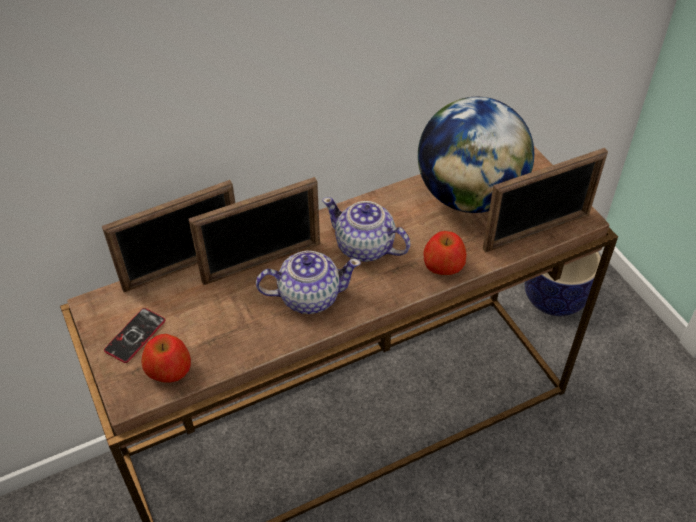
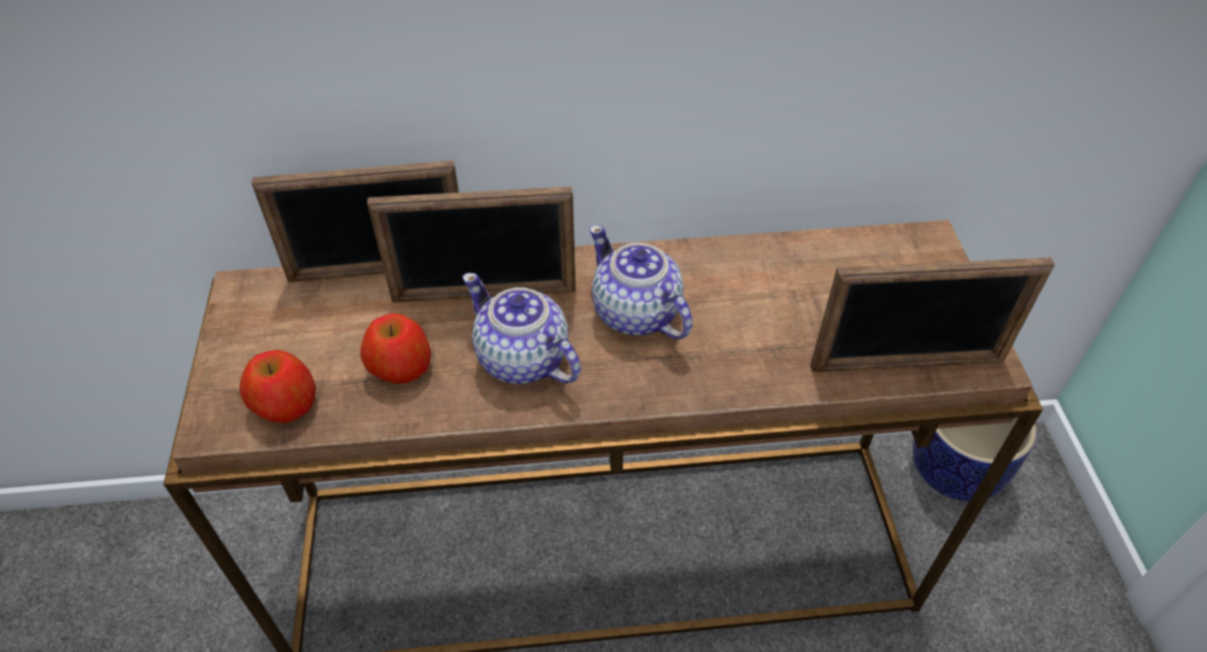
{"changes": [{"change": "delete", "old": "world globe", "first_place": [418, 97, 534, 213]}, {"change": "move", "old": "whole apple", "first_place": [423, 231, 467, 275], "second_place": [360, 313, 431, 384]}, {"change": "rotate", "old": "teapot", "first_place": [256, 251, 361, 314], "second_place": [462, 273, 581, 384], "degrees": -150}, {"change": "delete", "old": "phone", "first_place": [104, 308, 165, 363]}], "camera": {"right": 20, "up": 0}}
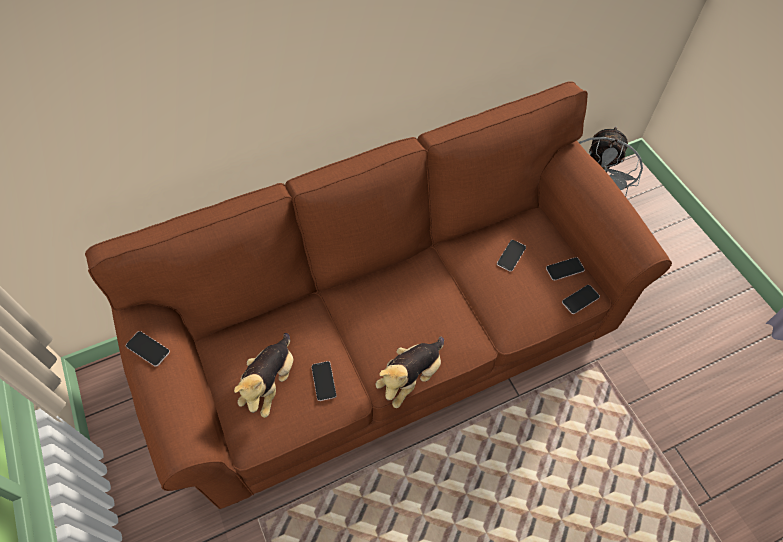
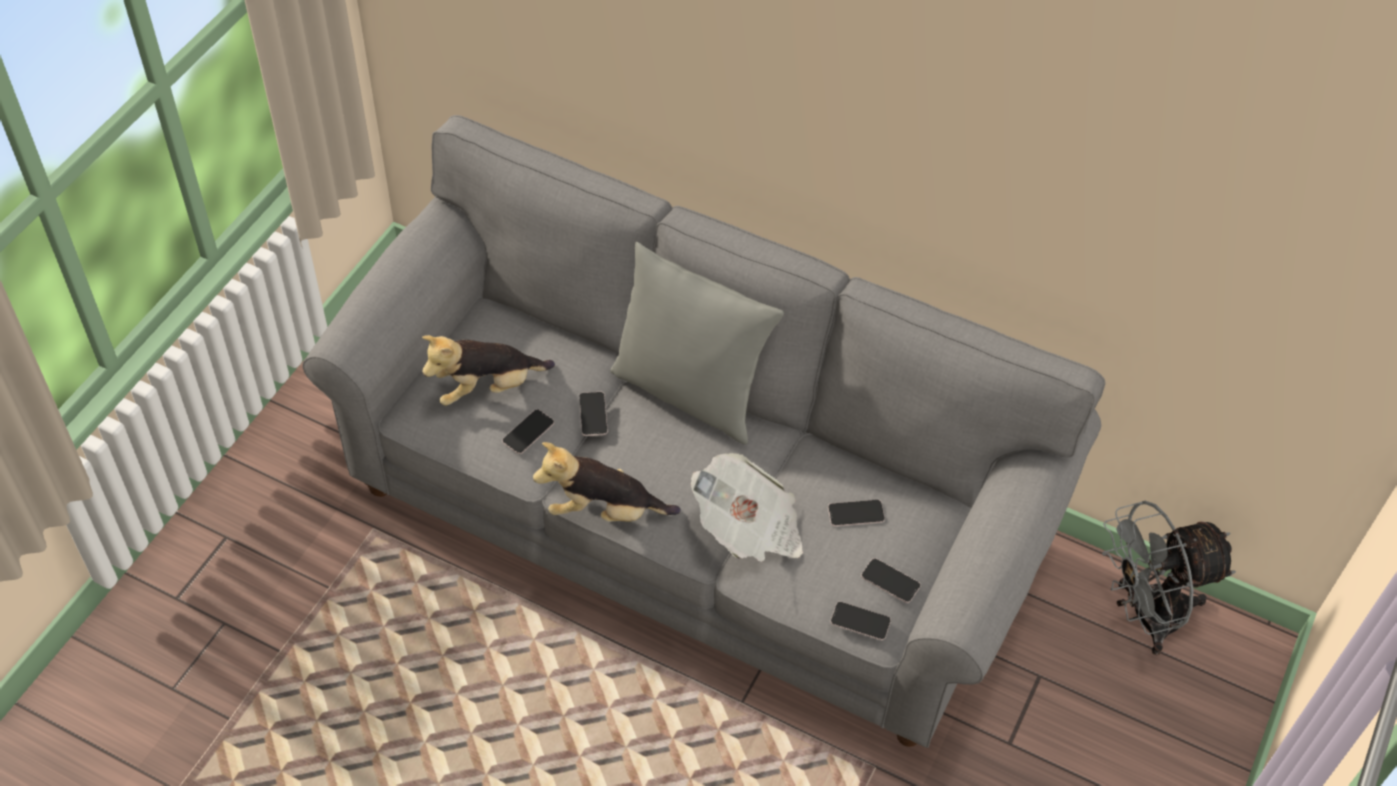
{"changes": [{"change": "recolor", "old": "brownish sofa", "new": "greyish sofa", "first_place": [85, 81, 672, 509], "second_place": [302, 115, 1105, 748]}, {"change": "move", "old": "phone", "first_place": [126, 331, 170, 367], "second_place": [579, 392, 608, 436]}, {"change": "insert", "new": "greyish pillow", "second_place": [610, 242, 784, 445]}, {"change": "insert", "new": "printed paper", "second_place": [691, 453, 803, 562]}], "camera": {"right": 50, "up": -5}}
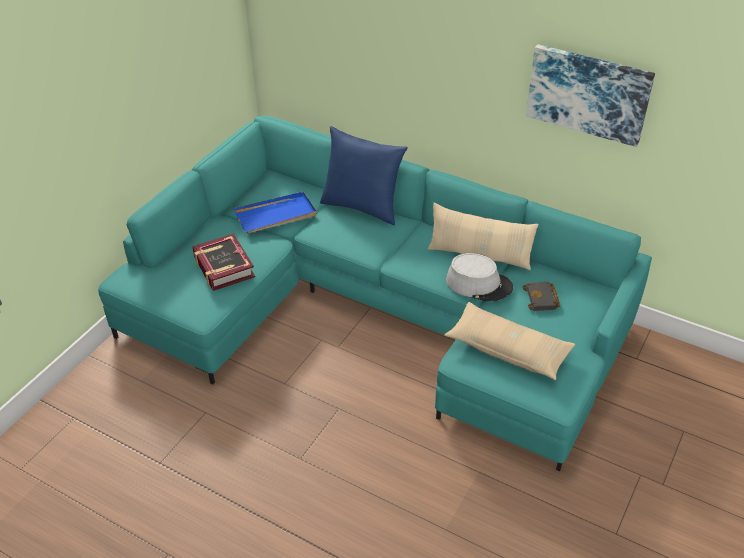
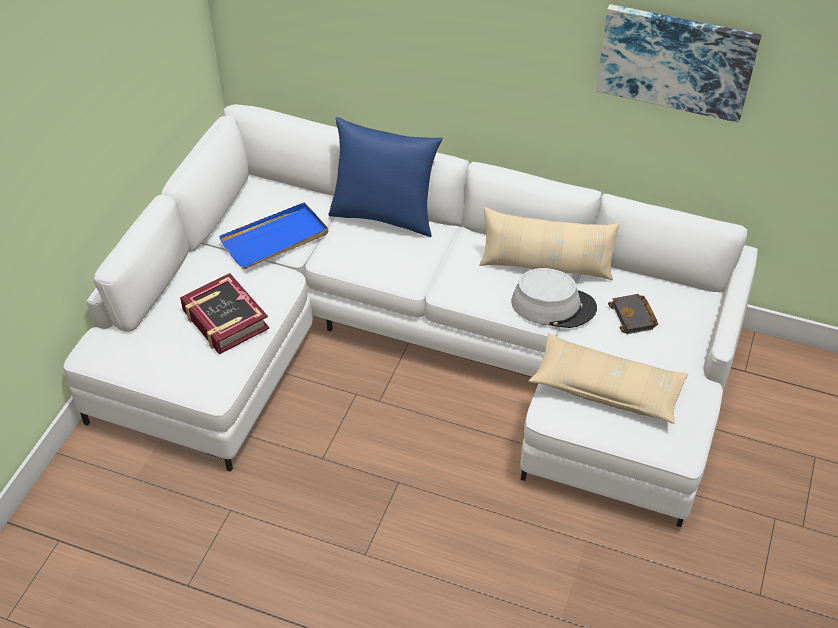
{"changes": [{"change": "recolor", "old": "turquoise sofa", "new": "white-coloured sofa", "first_place": [98, 116, 652, 471], "second_place": [64, 104, 758, 527]}], "camera": {"right": -10, "up": 5}}
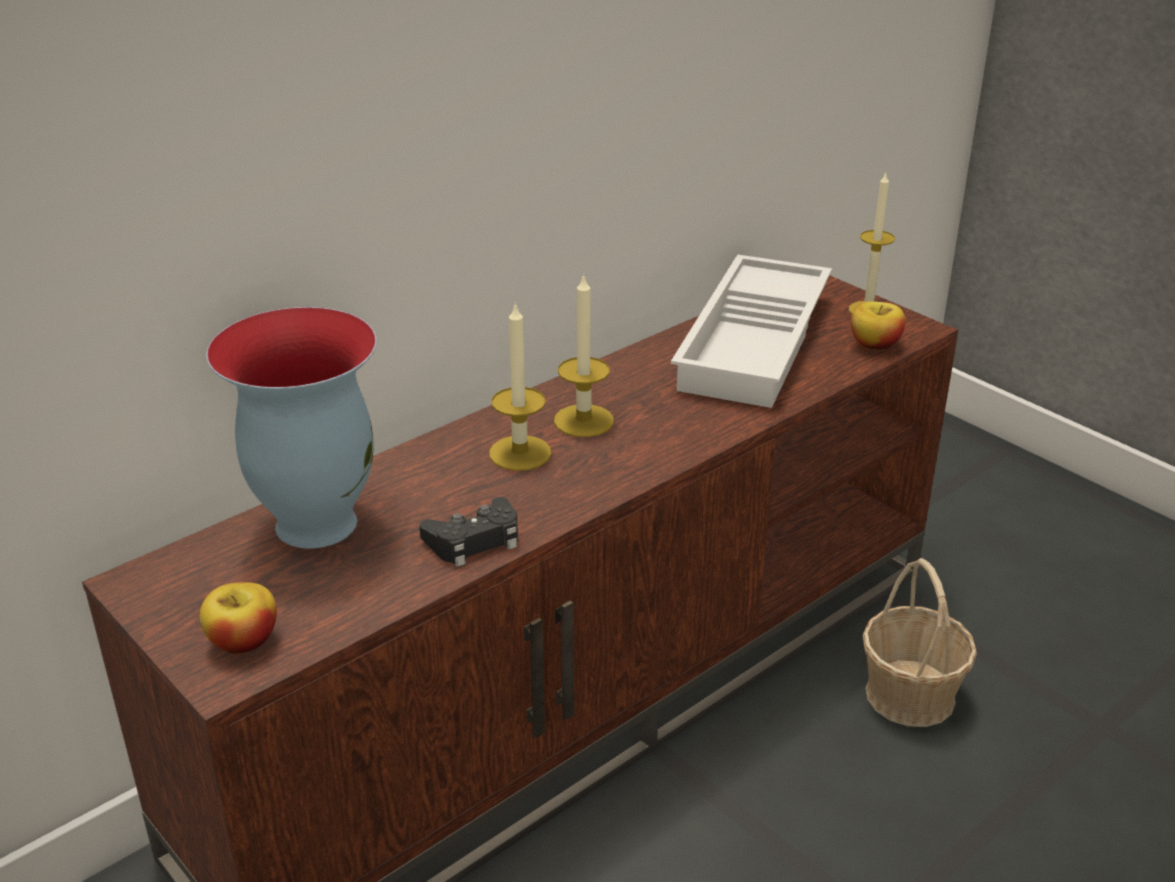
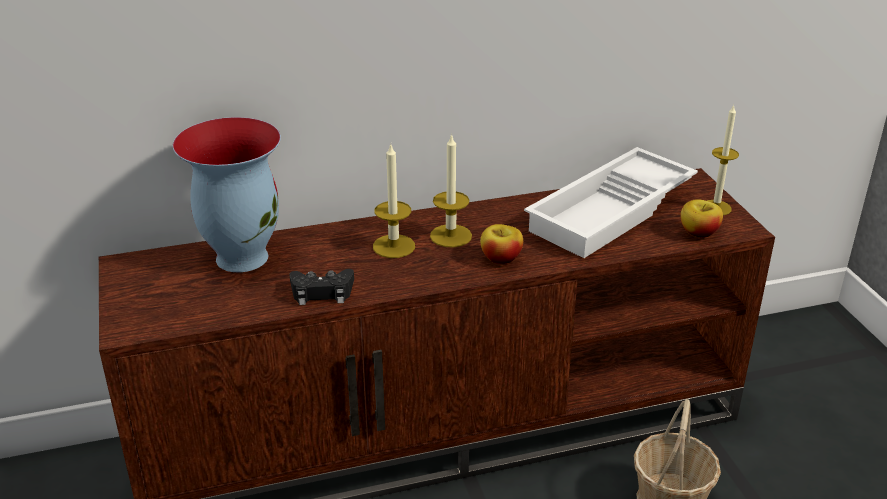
{"changes": [{"change": "move", "old": "whole apple", "first_place": [199, 582, 277, 654], "second_place": [480, 224, 523, 264]}], "camera": {"right": 25, "up": 0}}
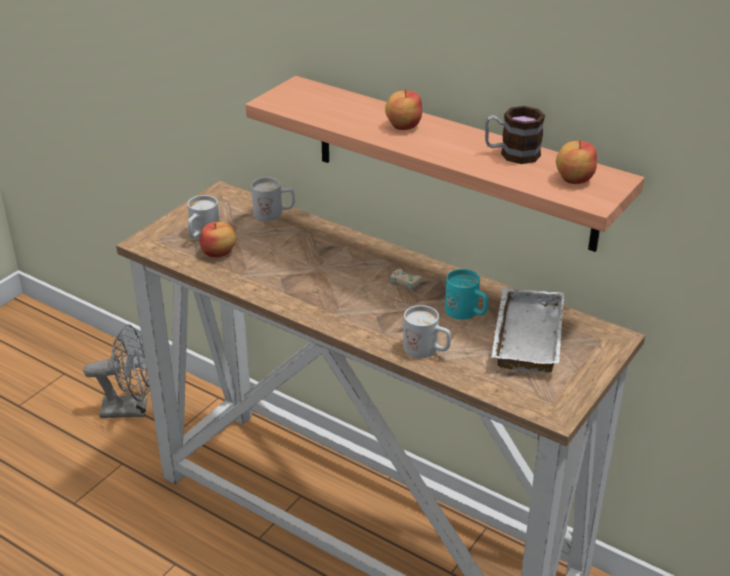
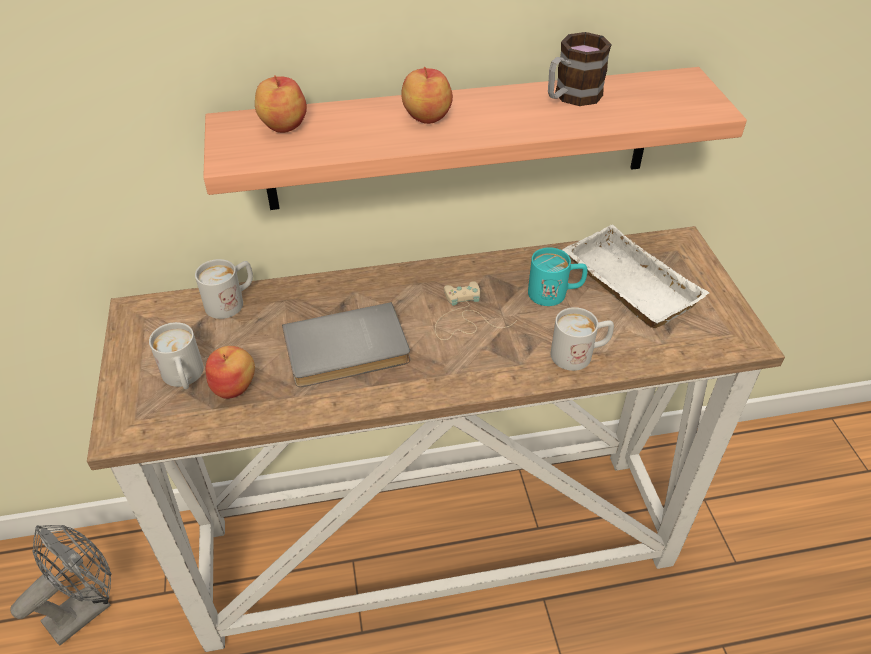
{"changes": [{"change": "move", "old": "whole apple", "first_place": [556, 139, 597, 184], "second_place": [255, 75, 307, 133]}, {"change": "insert", "new": "greyish volume", "second_place": [282, 302, 410, 387]}], "camera": {"right": -45, "up": 10}}
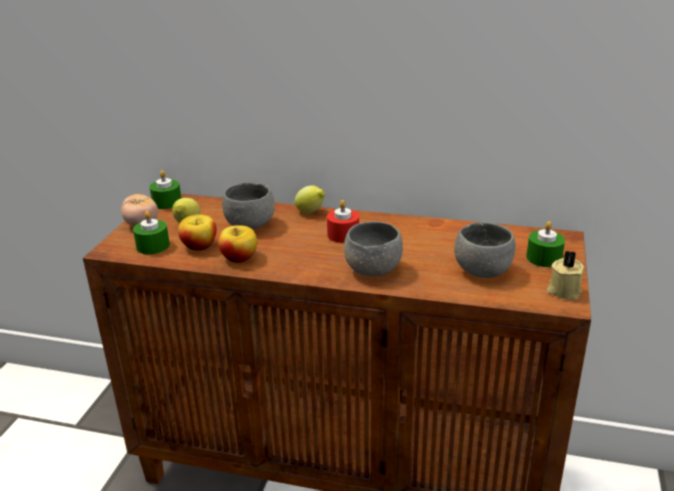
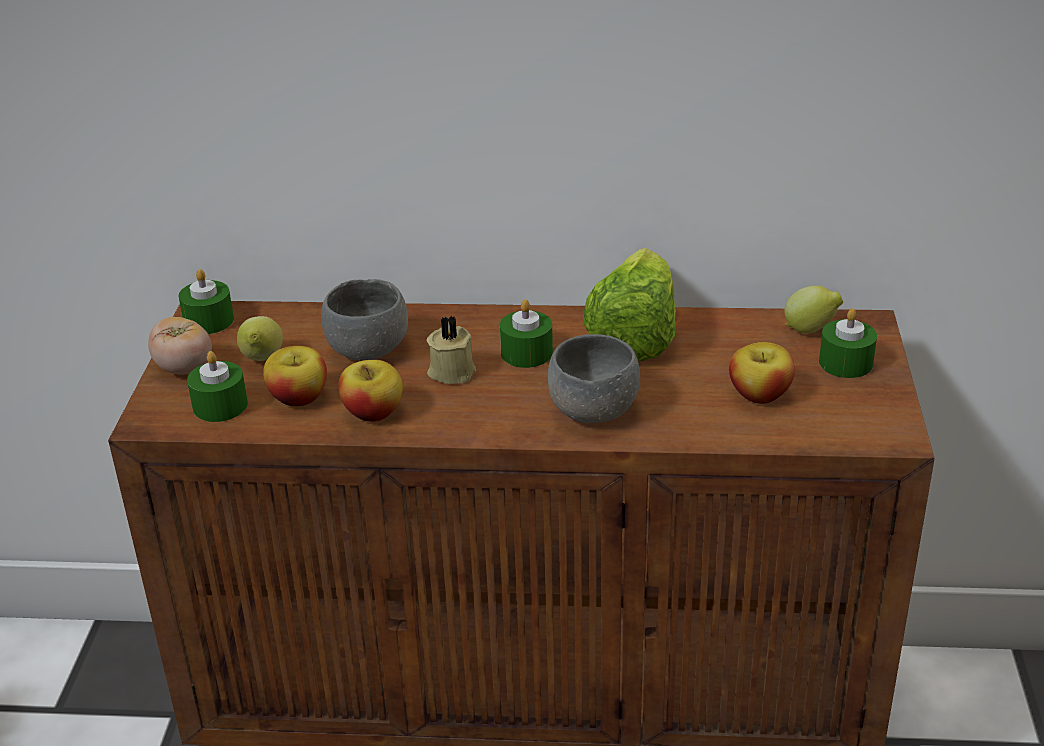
{"changes": [{"change": "move", "old": "lemon", "first_place": [295, 185, 325, 214], "second_place": [784, 286, 843, 333]}, {"change": "recolor", "old": "red-coloured wax light", "new": "greenish wax light", "first_place": [327, 200, 359, 243], "second_place": [500, 299, 553, 368]}, {"change": "replace", "old": "greyish deep dish", "new": "whole apple", "first_place": [454, 222, 516, 278], "second_place": [729, 342, 795, 404]}, {"change": "move", "old": "sand-coloured wax light", "first_place": [547, 250, 584, 299], "second_place": [427, 315, 476, 384]}, {"change": "insert", "new": "head of lettuce", "second_place": [583, 248, 676, 361]}], "camera": {"right": -10, "up": 5}}
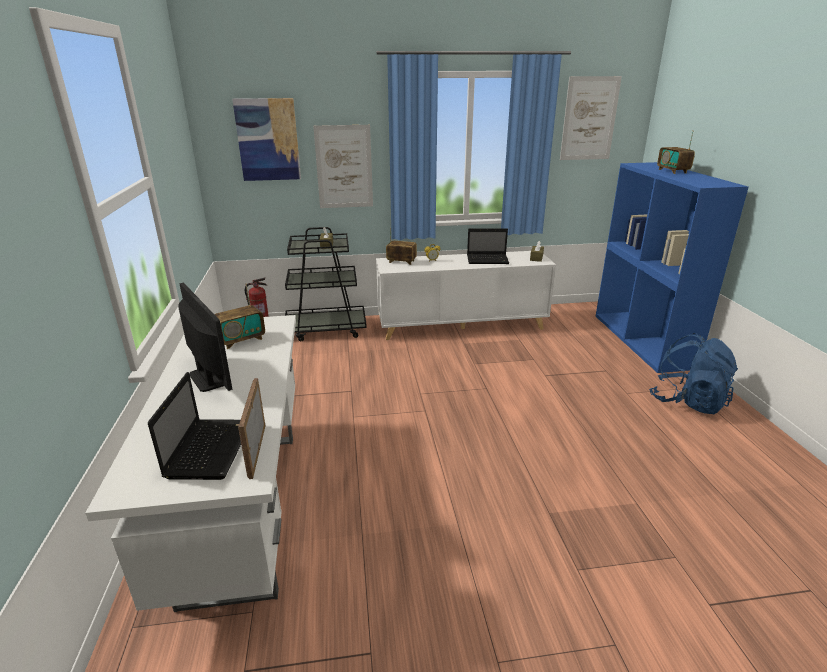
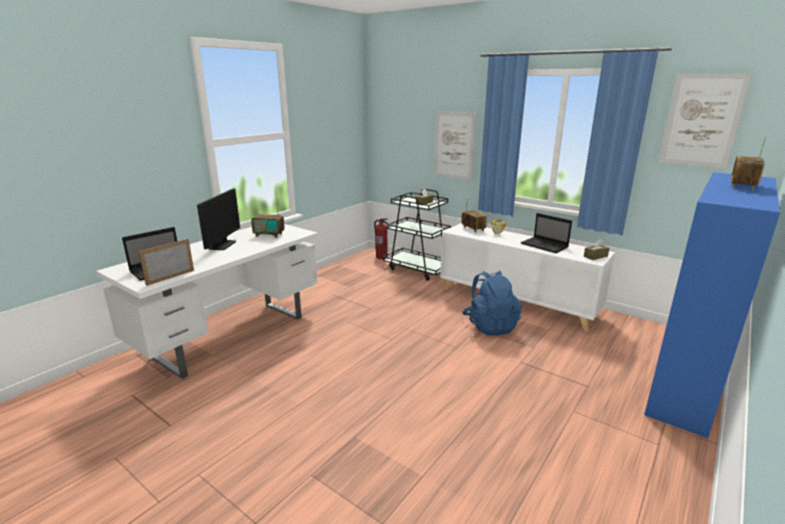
{"changes": [{"change": "delete", "old": "wall art", "first_place": [232, 98, 301, 181]}, {"change": "move", "old": "blue rucksack", "first_place": [649, 333, 738, 414], "second_place": [462, 271, 522, 335]}], "camera": {"right": 45, "up": -5}}
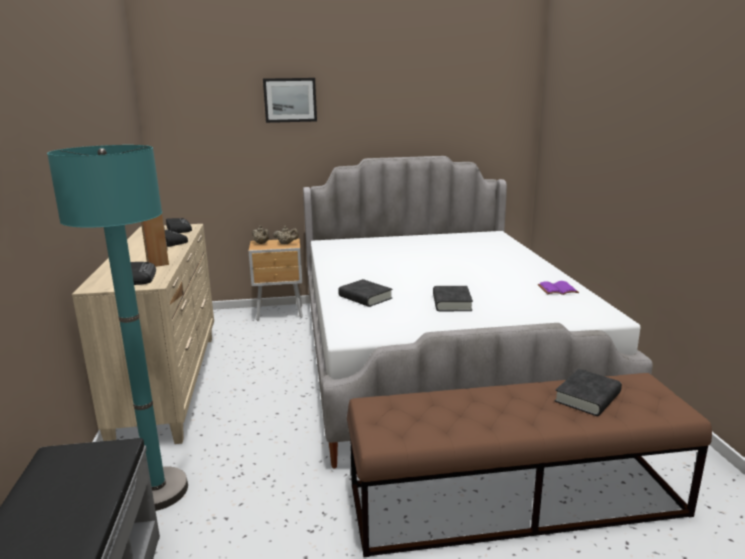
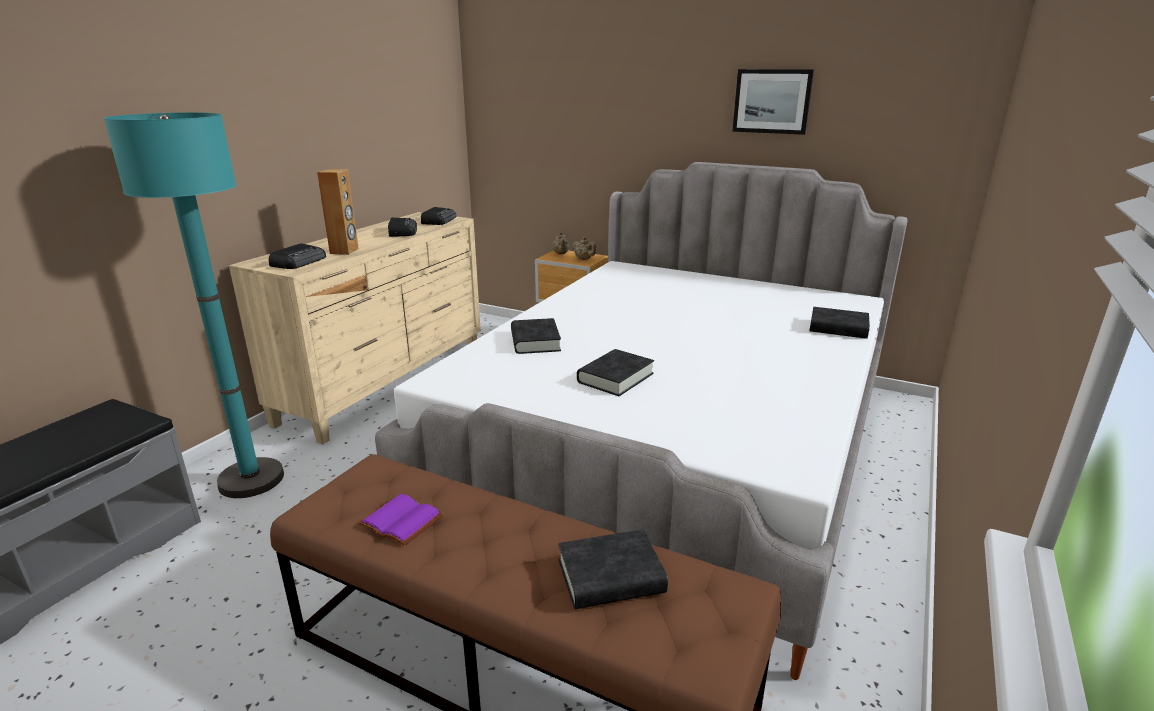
{"changes": [{"change": "move", "old": "wall art", "first_place": [263, 78, 317, 123], "second_place": [732, 69, 814, 135]}, {"change": "move", "old": "purple-coloured volume", "first_place": [538, 281, 579, 295], "second_place": [359, 494, 443, 546]}, {"change": "insert", "new": "black-coloured volume", "second_place": [810, 307, 870, 339]}], "camera": {"right": 35, "up": 5}}
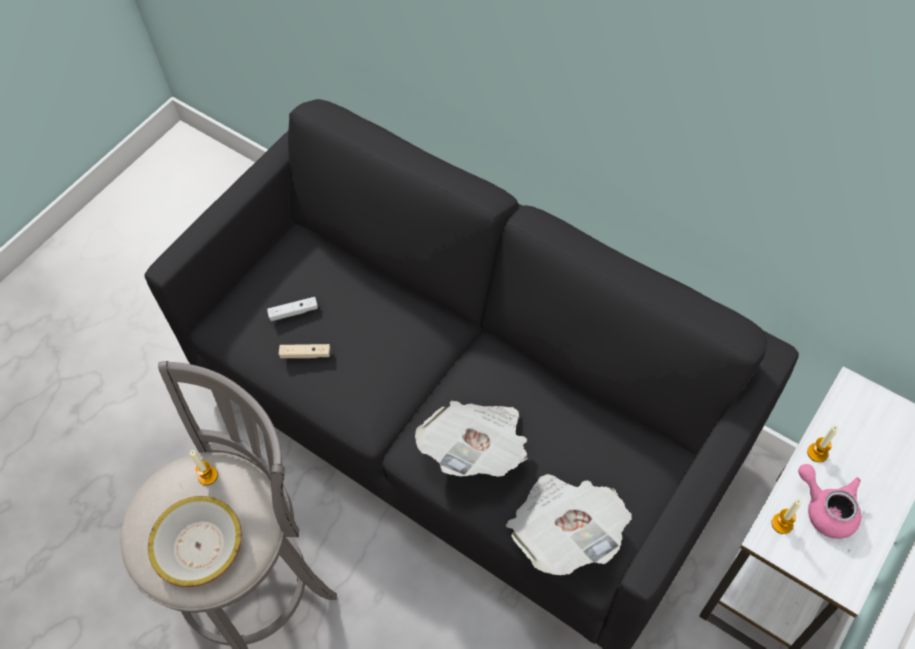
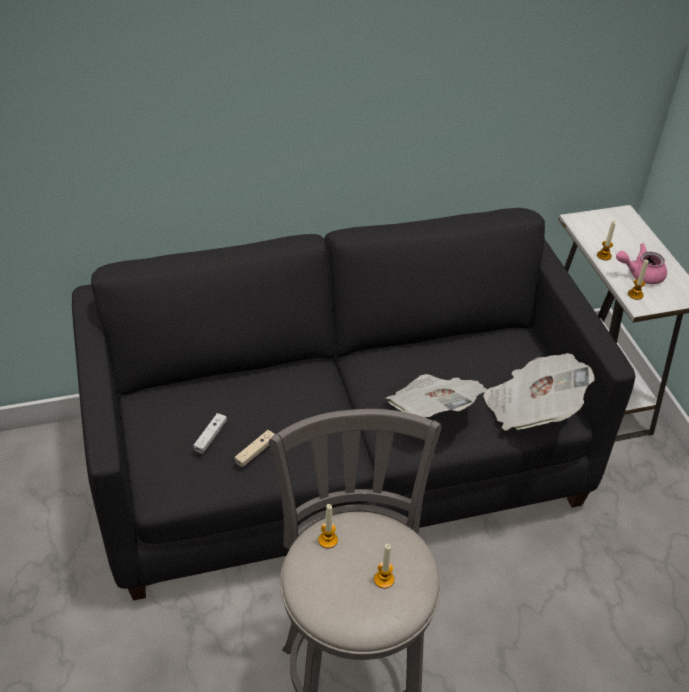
{"changes": [{"change": "replace", "old": "deep dish", "new": "wax light", "first_place": [148, 496, 242, 587], "second_place": [374, 544, 394, 589]}], "camera": {"right": -55, "up": -15}}
